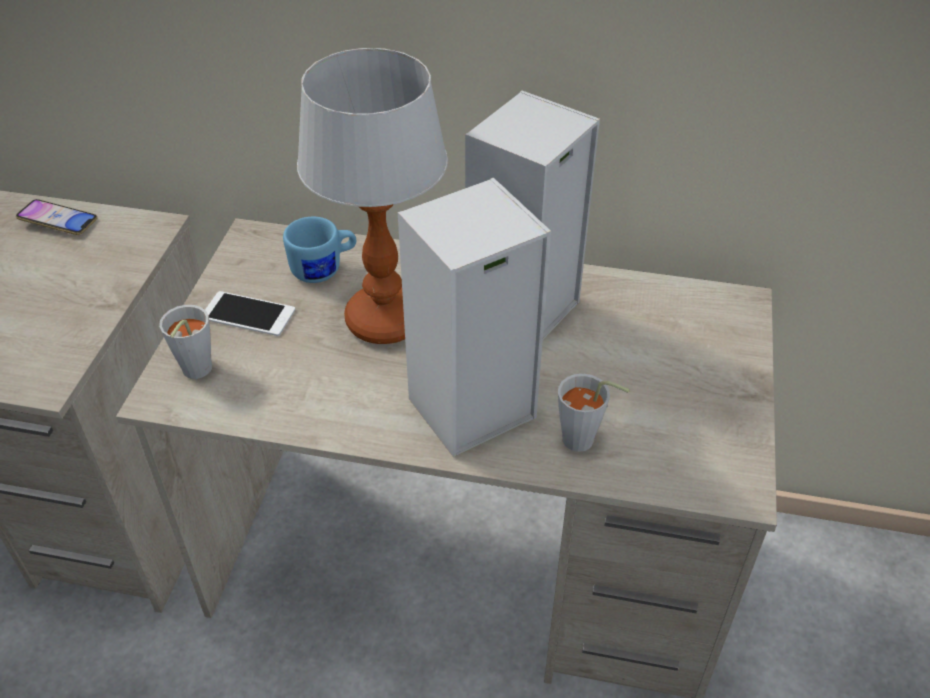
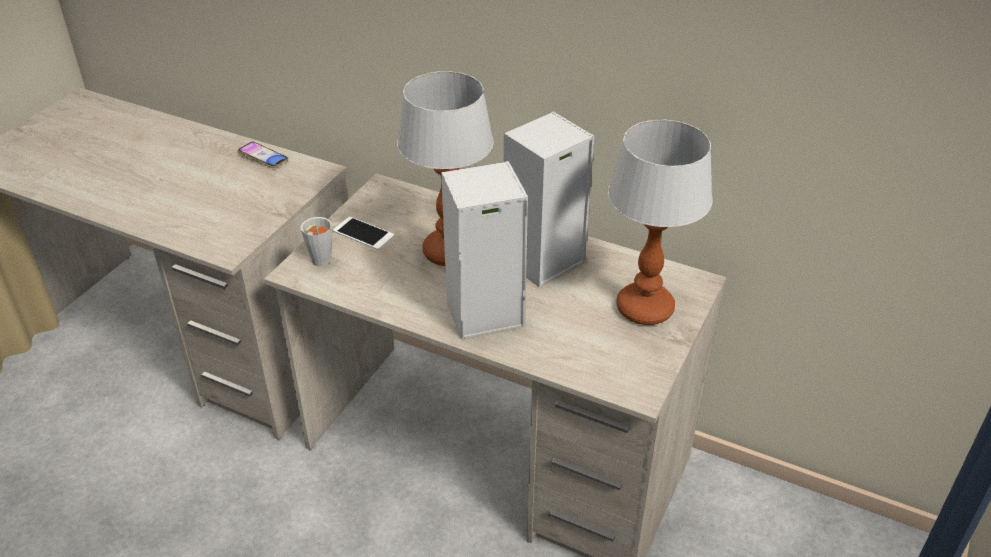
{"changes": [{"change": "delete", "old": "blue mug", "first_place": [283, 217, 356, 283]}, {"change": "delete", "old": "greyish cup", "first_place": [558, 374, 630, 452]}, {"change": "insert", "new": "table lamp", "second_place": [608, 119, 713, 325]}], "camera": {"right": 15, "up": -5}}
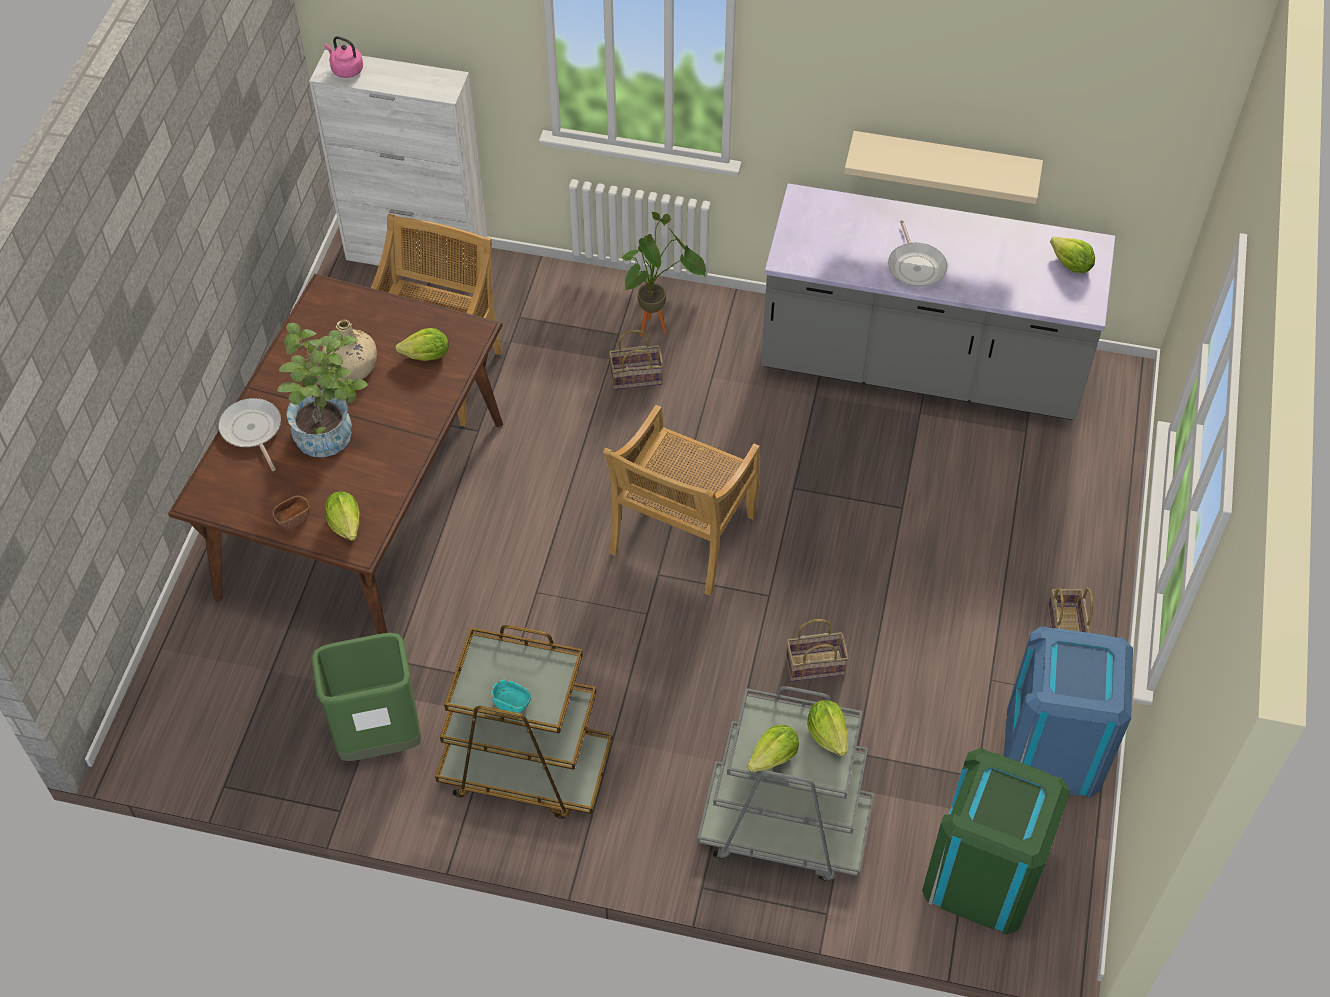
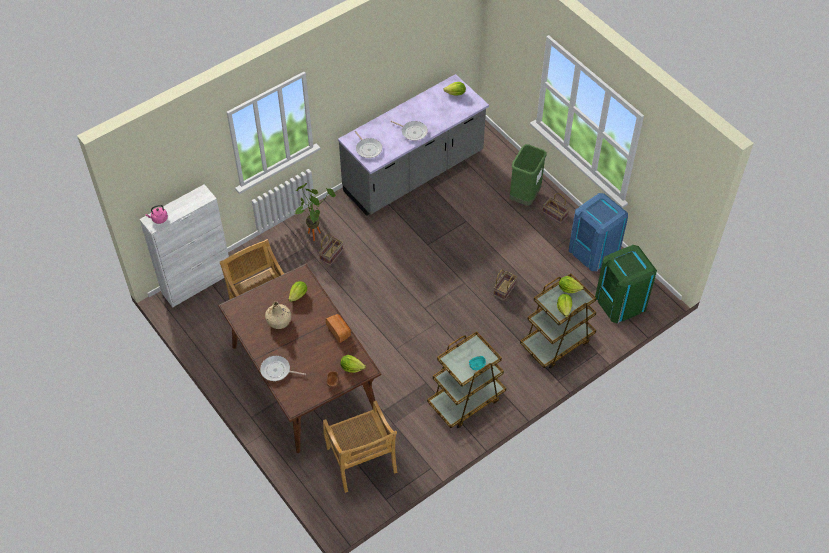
{"changes": [{"change": "delete", "old": "sand-coloured shelf", "first_place": [844, 131, 1043, 204]}, {"change": "delete", "old": "plant in a pot", "first_place": [277, 323, 367, 457]}, {"change": "move", "old": "sand-coloured upright chair", "first_place": [603, 405, 760, 596], "second_place": [323, 401, 397, 493]}, {"change": "move", "old": "greenish waste bin", "first_place": [311, 633, 422, 761], "second_place": [510, 144, 547, 206]}, {"change": "recolor", "old": "greyish trolley", "new": "brownish trolley", "first_place": [697, 686, 874, 881], "second_place": [520, 273, 596, 369]}, {"change": "insert", "new": "frying pan", "second_place": [354, 131, 382, 158]}, {"change": "insert", "new": "baked bread", "second_place": [326, 314, 351, 343]}], "camera": {"right": -50, "up": 0}}
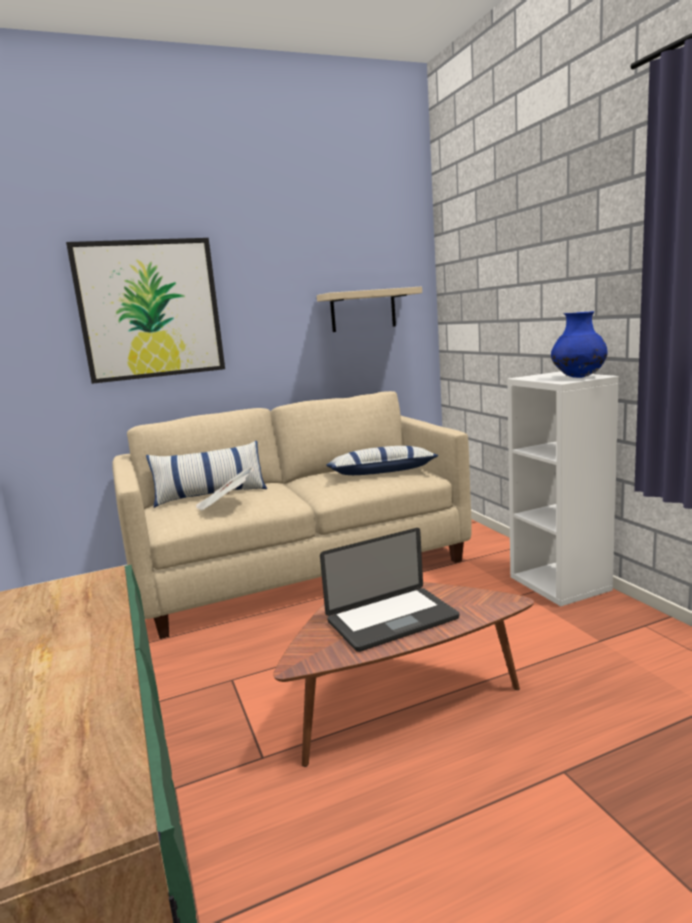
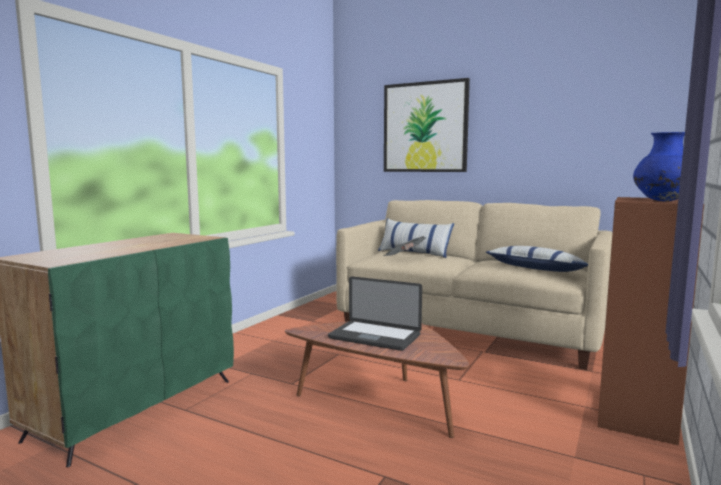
{"changes": [{"change": "delete", "old": "sand-coloured shelf", "first_place": [317, 286, 422, 332]}, {"change": "recolor", "old": "white-coloured bookshelf", "new": "brownish bookshelf", "first_place": [507, 372, 619, 606], "second_place": [597, 197, 704, 445]}], "camera": {"right": 50, "up": -5}}
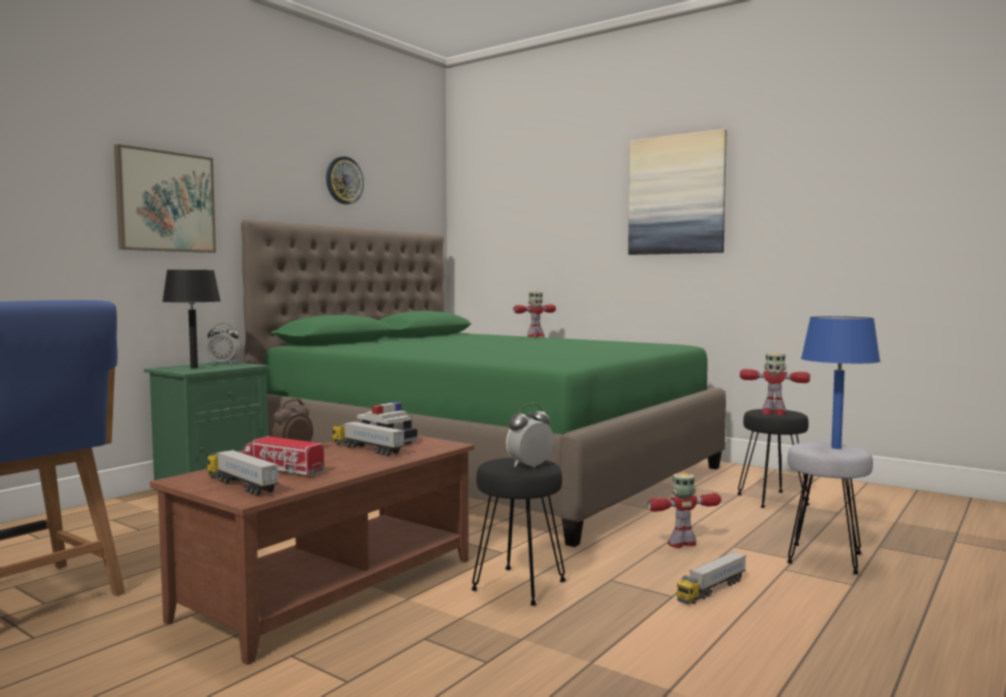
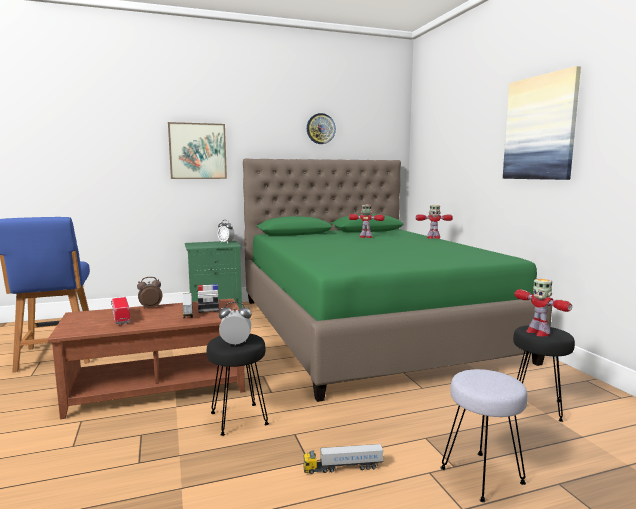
{"changes": [{"change": "delete", "old": "black-coloured table lamp", "first_place": [162, 270, 221, 369]}, {"change": "delete", "old": "blue table lamp", "first_place": [801, 316, 881, 449]}, {"change": "delete", "old": "toy lorry", "first_place": [207, 450, 279, 496]}, {"change": "move", "old": "robot figure", "first_place": [647, 473, 721, 548], "second_place": [349, 205, 385, 238]}], "camera": {"right": 35, "up": 5}}
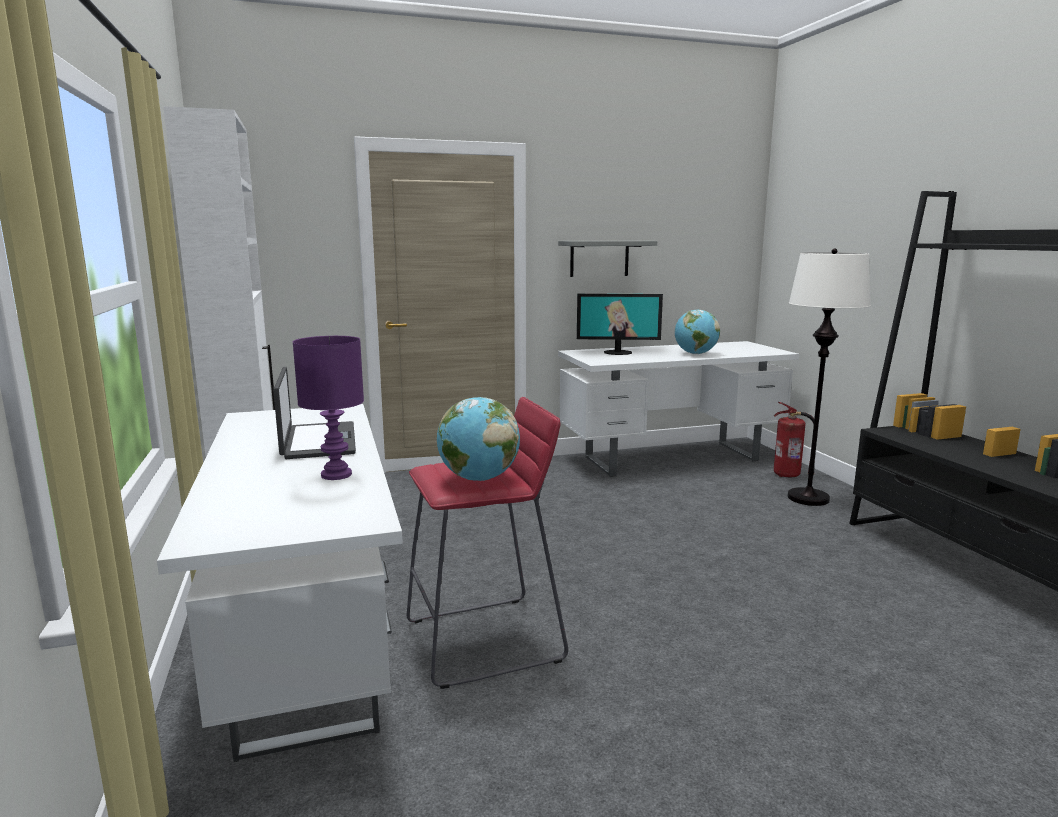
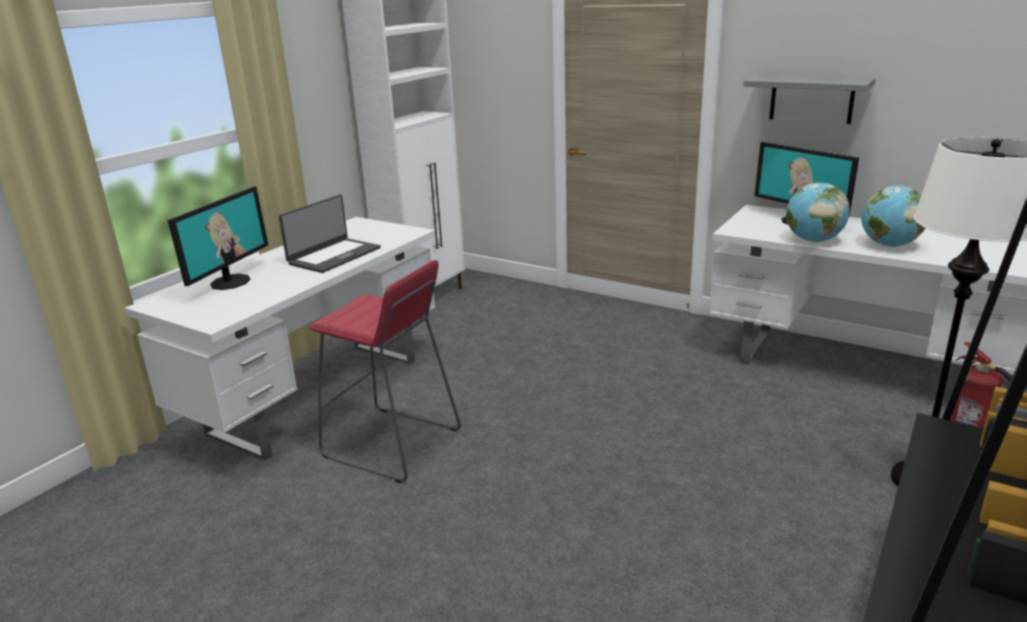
{"changes": [{"change": "delete", "old": "purple-coloured table lamp", "first_place": [293, 336, 364, 480]}, {"change": "move", "old": "world globe", "first_place": [437, 397, 520, 481], "second_place": [786, 183, 850, 242]}, {"change": "insert", "new": "computer display", "second_place": [167, 186, 268, 290]}], "camera": {"right": 50, "up": 10}}
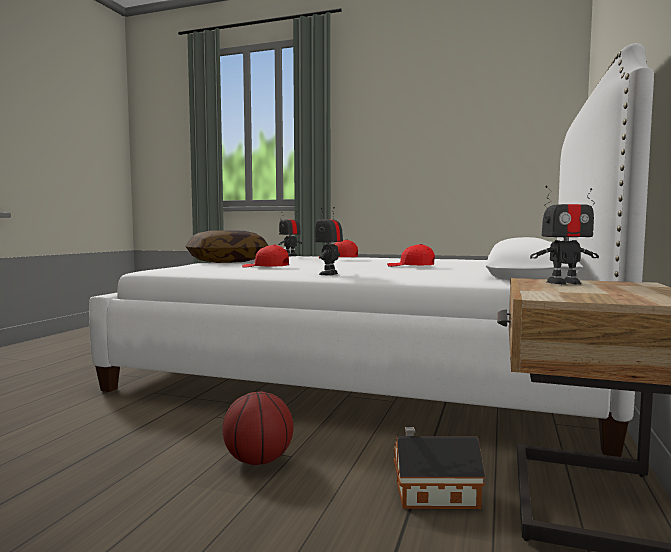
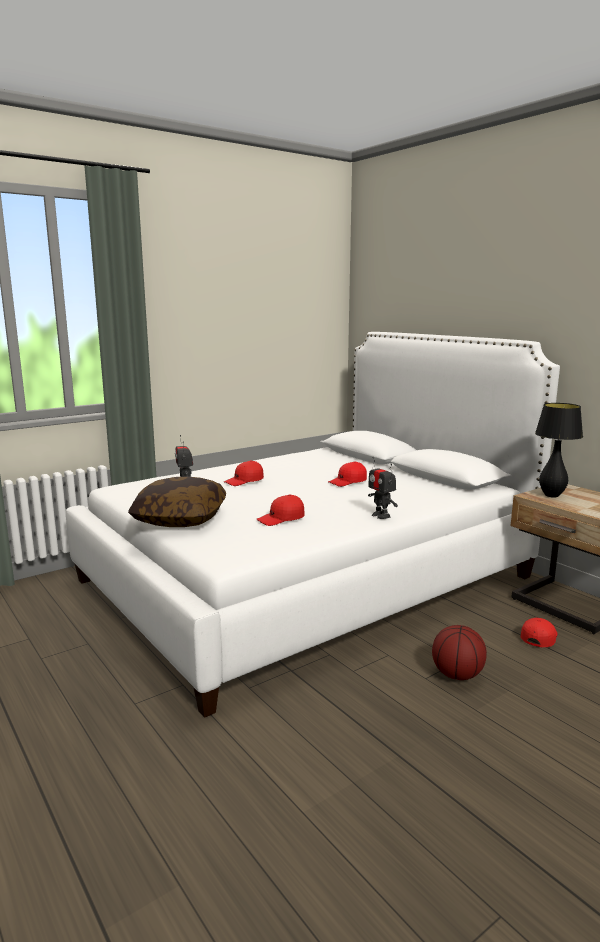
{"changes": [{"change": "replace", "old": "robot figure", "new": "black-coloured table lamp", "first_place": [530, 186, 599, 284], "second_place": [535, 403, 583, 498]}, {"change": "replace", "old": "model house", "new": "red-coloured peaked cap", "first_place": [393, 427, 485, 509], "second_place": [521, 618, 558, 647]}], "camera": {"right": -55, "up": 10}}
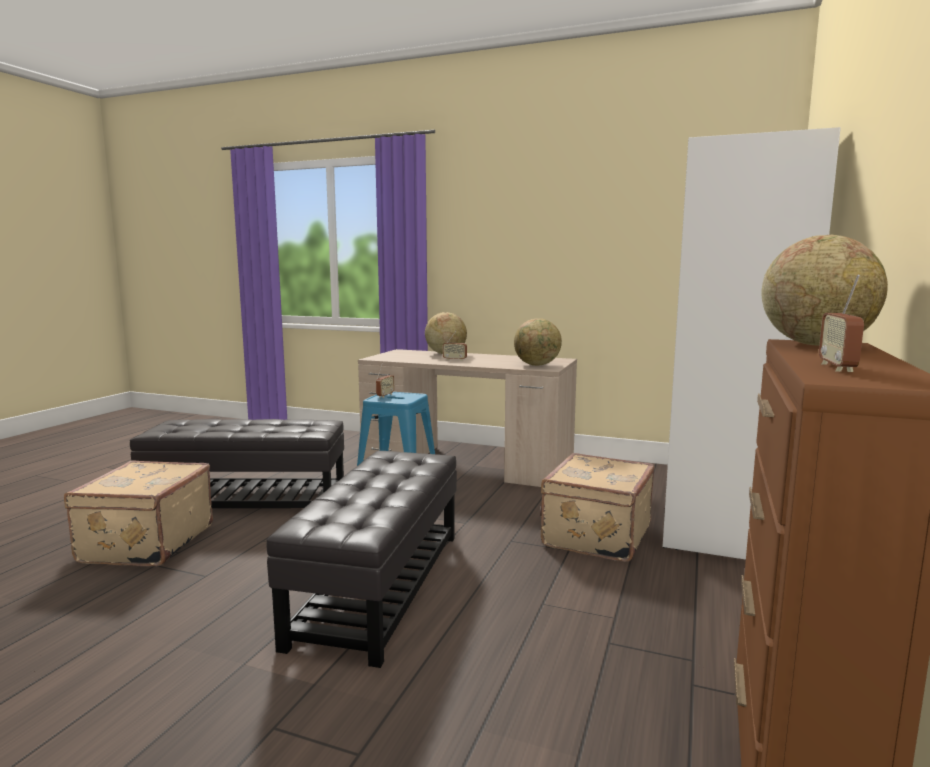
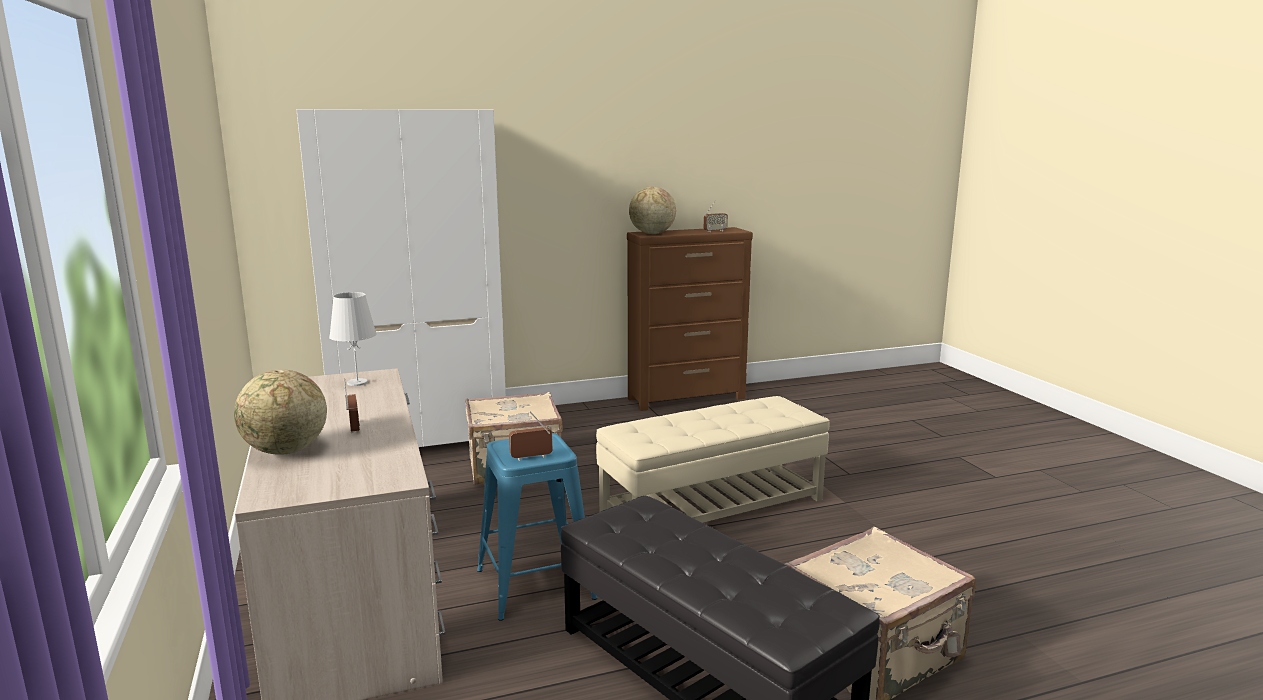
{"changes": [{"change": "replace", "old": "world globe", "new": "white-coloured table lamp", "first_place": [514, 318, 562, 366], "second_place": [329, 292, 377, 386]}, {"change": "recolor", "old": "black-coloured footrest", "new": "sand-coloured footrest", "first_place": [266, 451, 457, 668], "second_place": [596, 396, 830, 523]}], "camera": {"right": -130, "up": 5}}
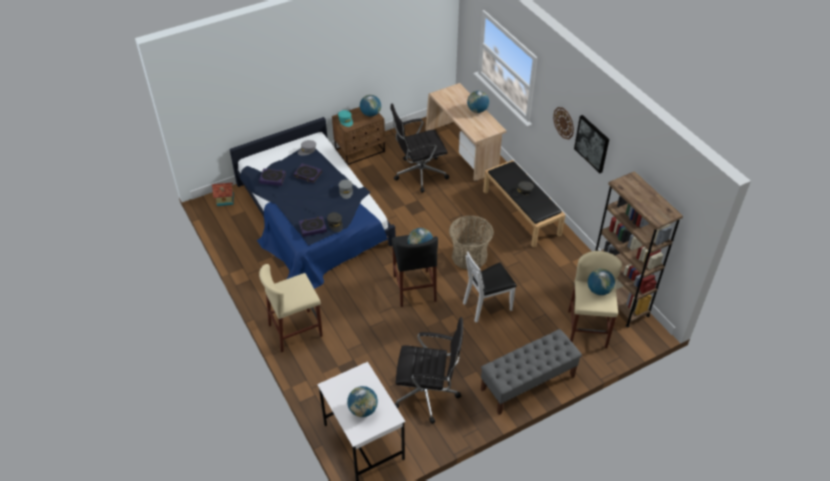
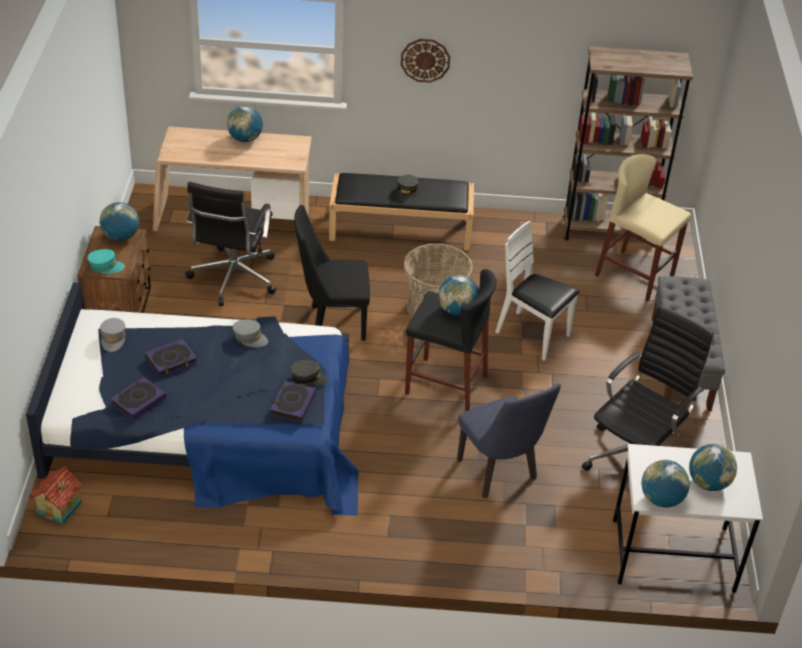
{"changes": [{"change": "delete", "old": "wall art", "first_place": [574, 115, 609, 173]}, {"change": "rotate", "old": "white-coloured upright chair", "first_place": [463, 252, 517, 322], "second_place": [495, 221, 580, 361], "degrees": 120}, {"change": "delete", "old": "sand-coloured stool", "first_place": [259, 264, 323, 352]}, {"change": "move", "old": "world globe", "first_place": [588, 268, 615, 295], "second_place": [642, 460, 690, 508]}, {"change": "insert", "new": "black-coloured upright chair", "second_place": [294, 205, 370, 341]}, {"change": "insert", "new": "blue upright chair", "second_place": [457, 383, 561, 498]}], "camera": {"right": -60, "up": -5}}
